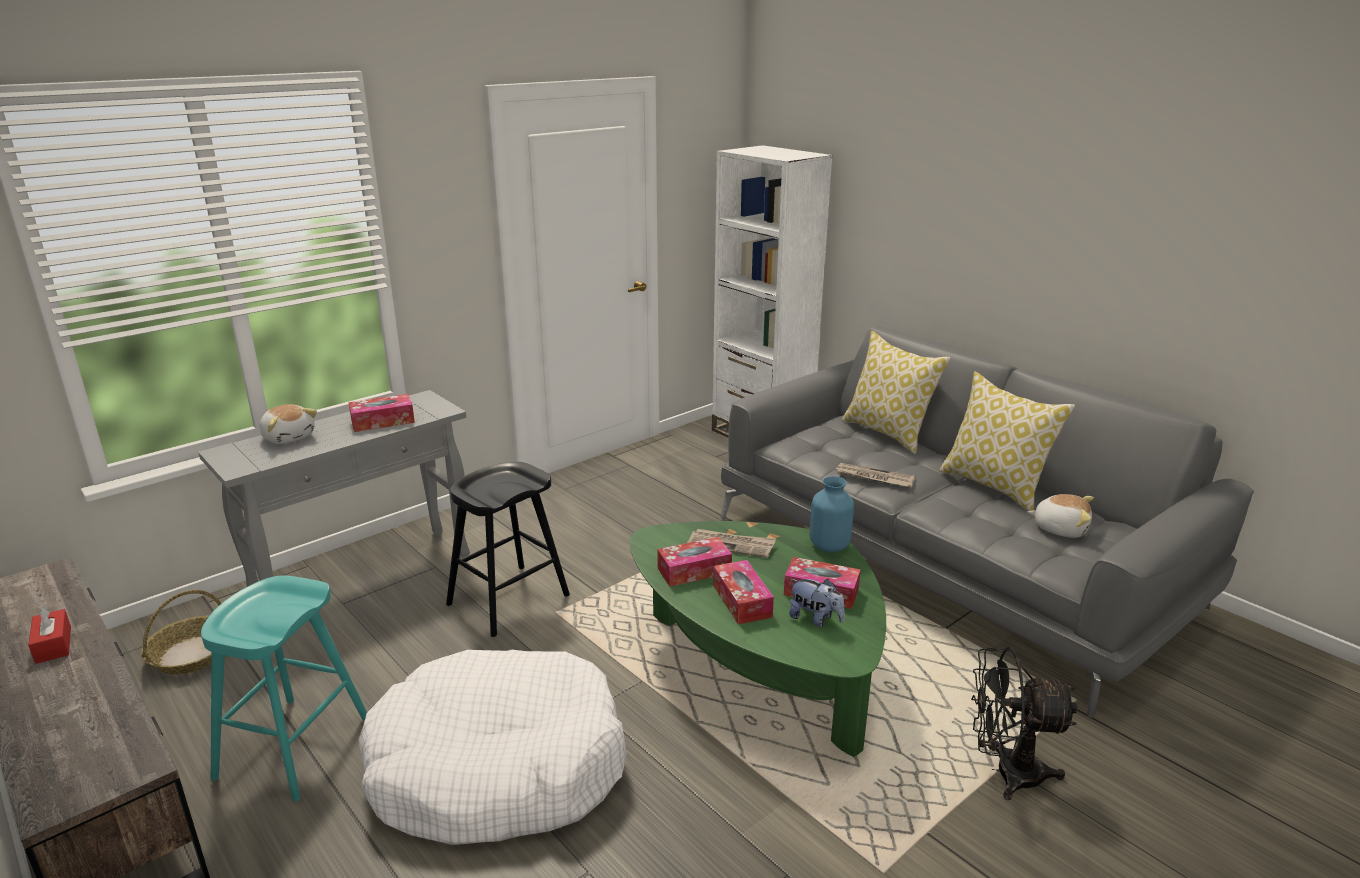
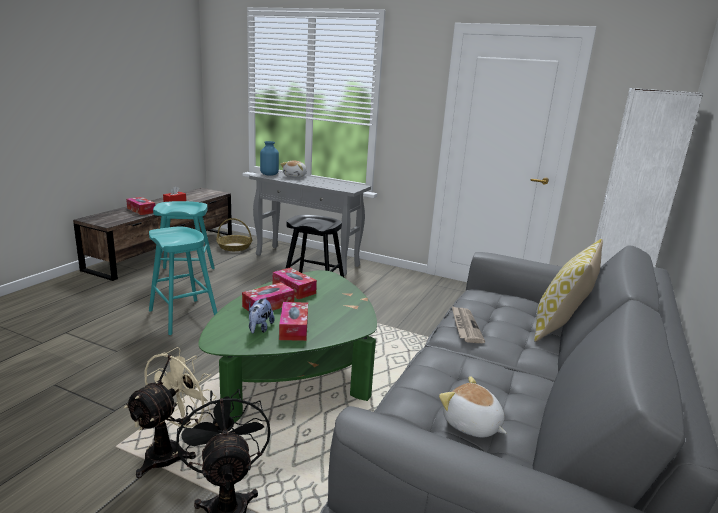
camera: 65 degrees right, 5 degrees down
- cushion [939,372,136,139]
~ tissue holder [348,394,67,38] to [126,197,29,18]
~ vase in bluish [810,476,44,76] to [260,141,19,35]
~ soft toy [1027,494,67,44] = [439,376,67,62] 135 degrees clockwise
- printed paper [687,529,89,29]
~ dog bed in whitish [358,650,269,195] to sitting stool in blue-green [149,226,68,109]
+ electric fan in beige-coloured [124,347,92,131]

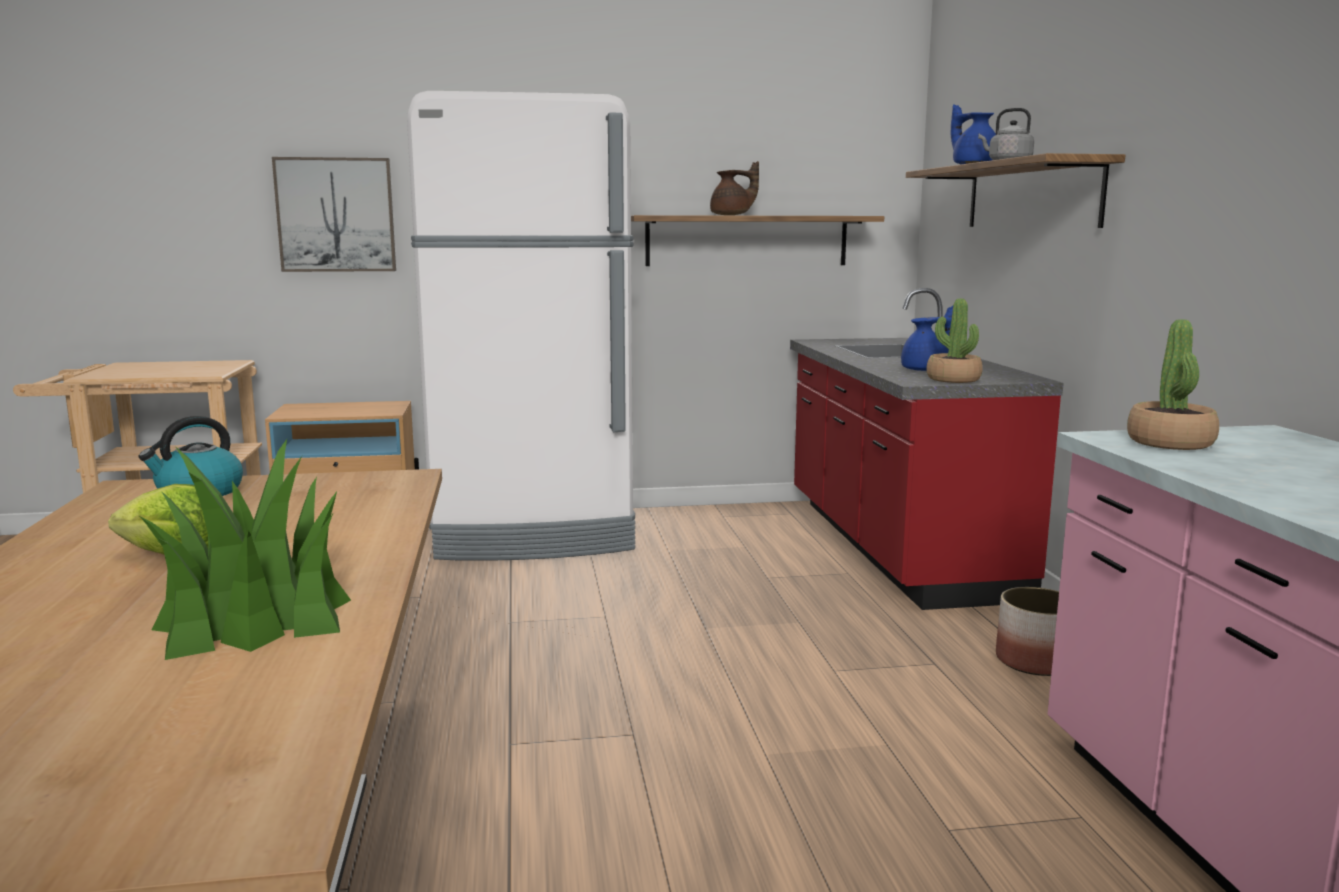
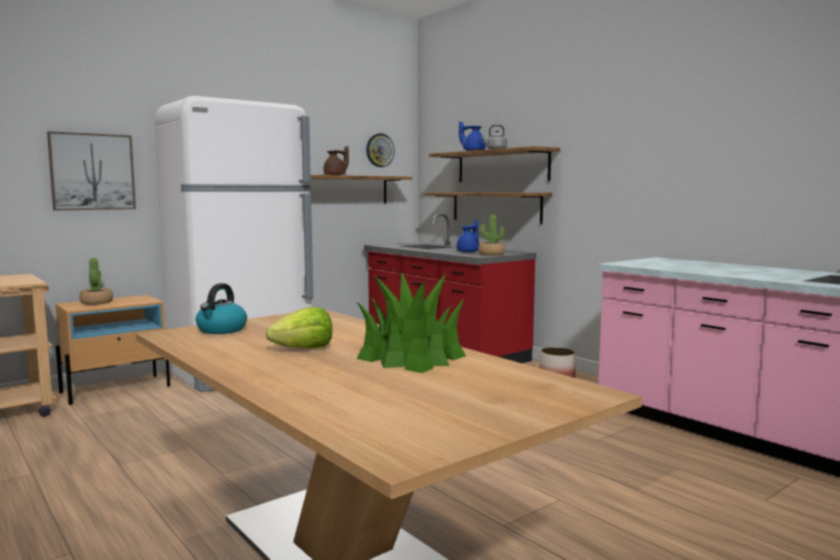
camera: 30 degrees left, 5 degrees down
~ potted plant [1127,319,92,131] to [79,258,34,47]
+ clock on the wall [366,133,29,34]
+ bracket shelf [424,193,128,31]

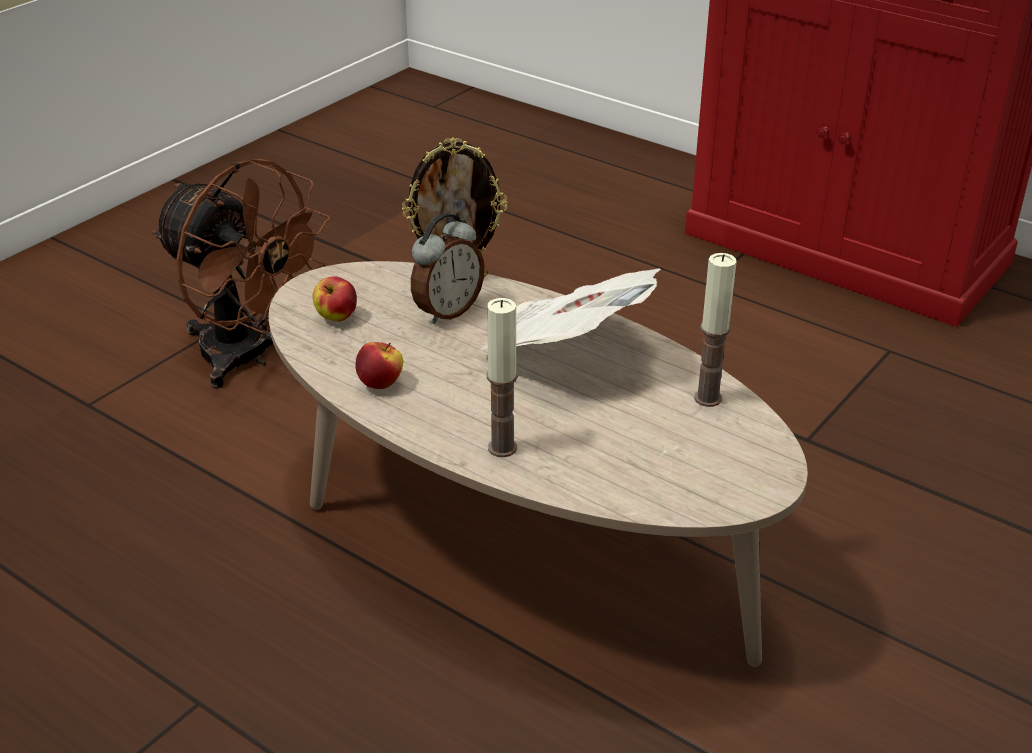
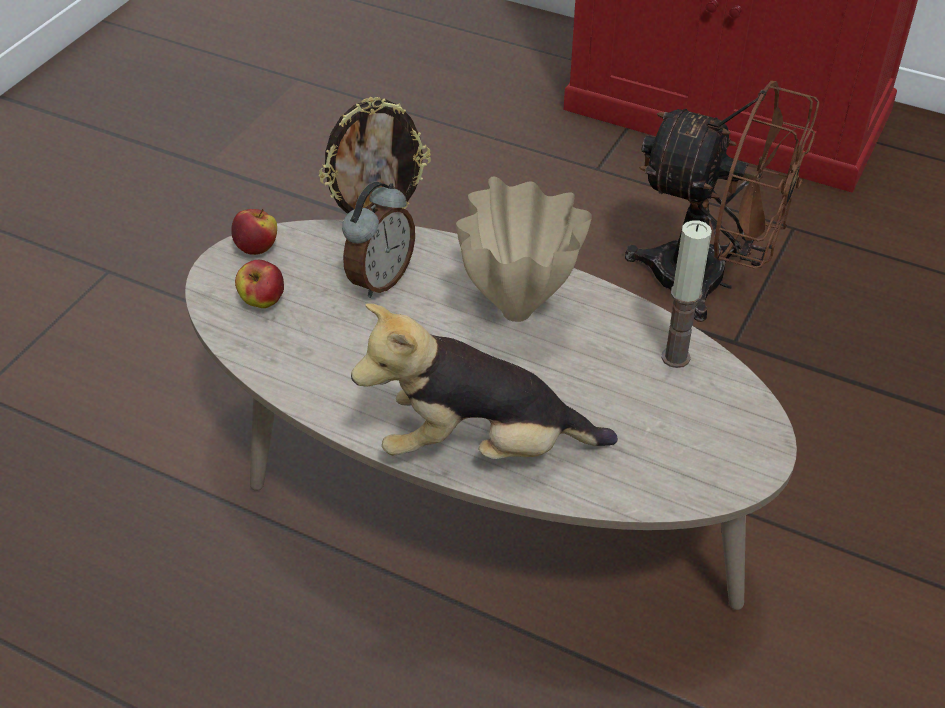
camera: 10 degrees left, 10 degrees up
~ electric fan in brownish [152,159,178,230] to [625,81,195,241]
~ printed paper [480,269,181,81] to vase in beige-coloured [456,177,136,145]
~ wax light [487,298,31,159] to soft toy [351,303,267,156]
~ whole apple [356,342,47,47] to [231,209,46,46]

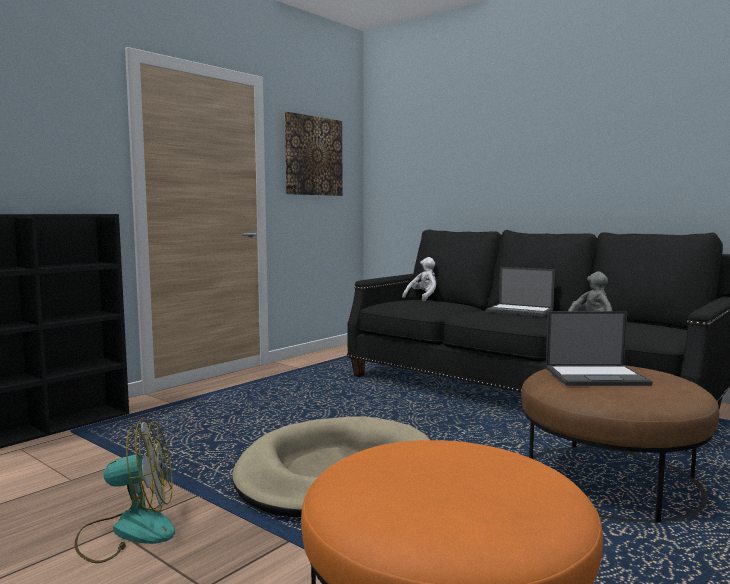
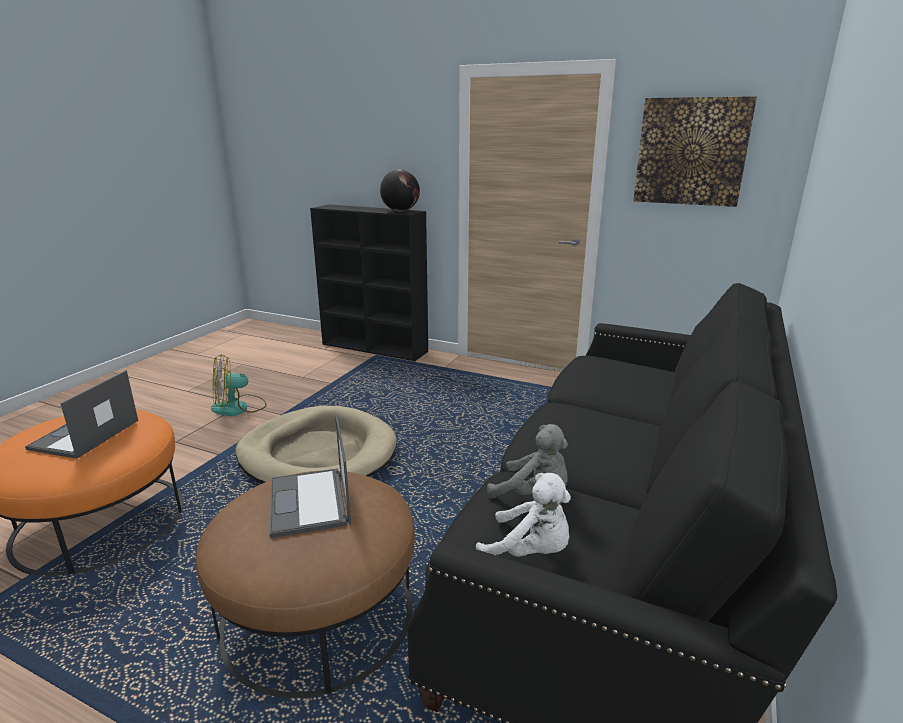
camera: 75 degrees right, 15 degrees up
~ soft toy in whitish [402,257,34,44] to [476,473,95,84]
~ notebook computer [486,267,69,50] to [25,370,113,89]
~ electric fan [75,419,100,144] = [211,354,56,62] 90 degrees clockwise
+ desk globe [380,170,40,41]

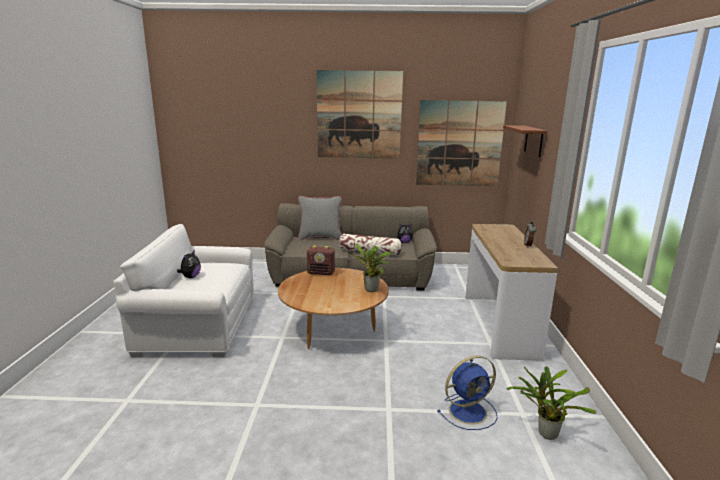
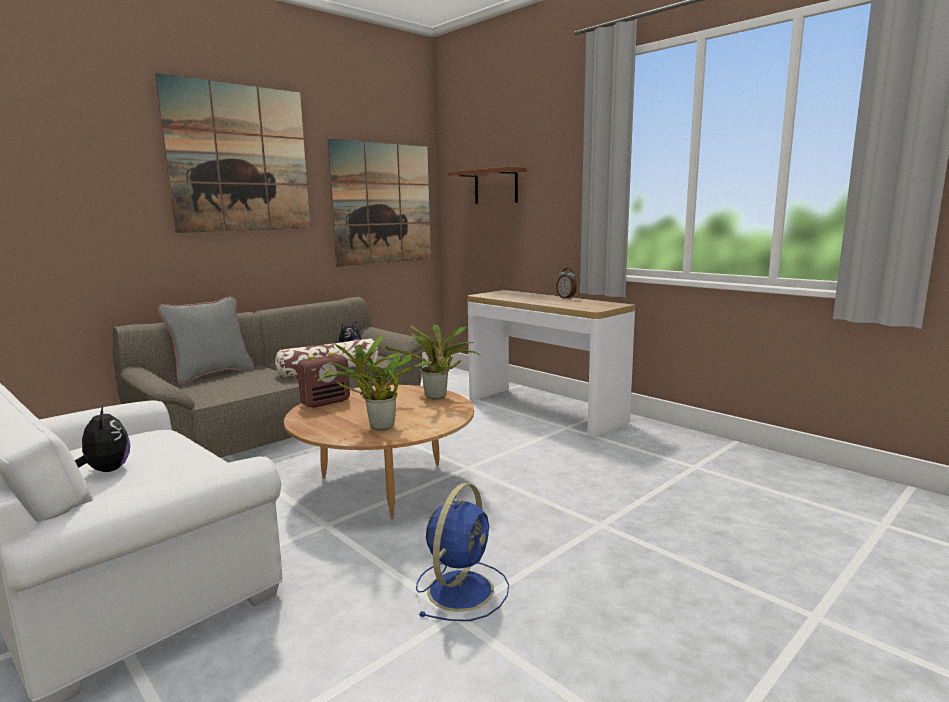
camera: 45 degrees left, 5 degrees down
~ electric fan in bluish [437,355,61,75] to [416,483,93,138]
~ potted plant [506,366,91,74] to [317,336,115,95]

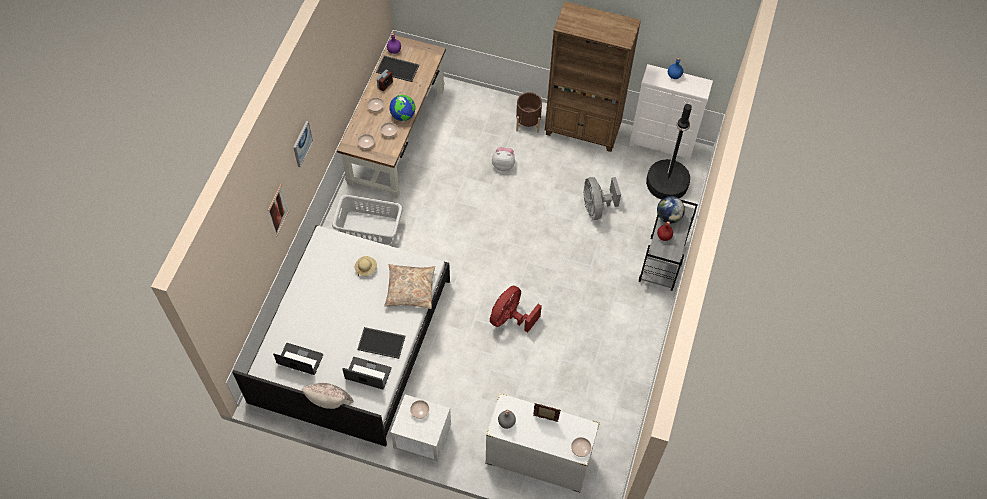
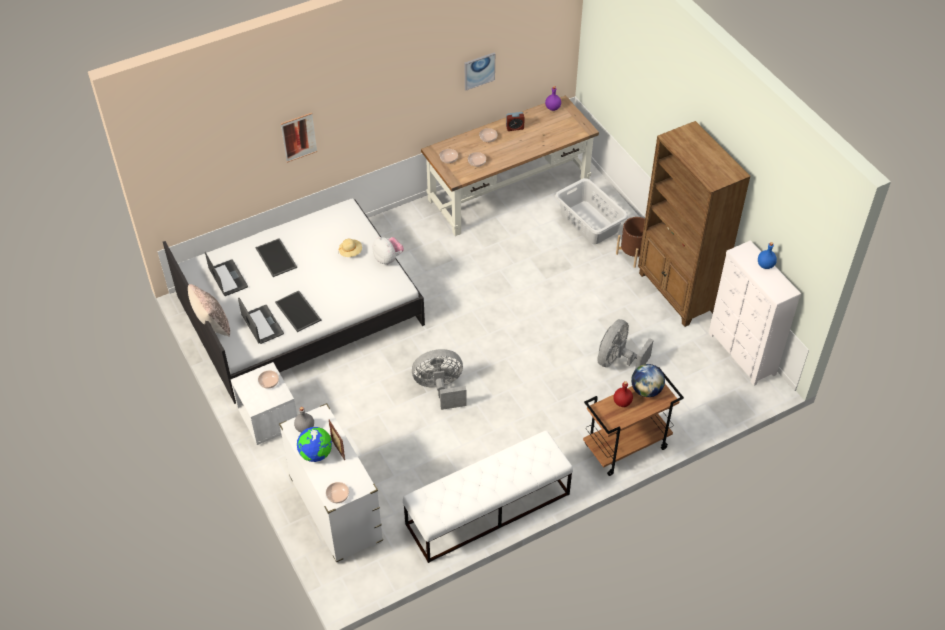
camera: 45 degrees right, 10 degrees down
~ carrying tray [376,56,43,26] to [255,238,42,39]
~ desk globe [390,95,25,26] to [297,427,35,35]
- standing lamp in black [646,101,46,99]
~ wall art [293,121,20,46] to [465,53,30,37]
~ soft toy [492,147,23,24] to [373,236,31,29]
~ washing basket in grey [332,195,71,50] to [555,178,73,66]
~ cart in grey [639,195,59,96] to cart in brownish [583,367,101,109]
- cushion in beige-coloured [384,264,51,45]
~ electric fan in red [490,286,52,47] to electric fan in grey [412,349,54,61]
+ indoor bench in whitish [403,430,170,133]

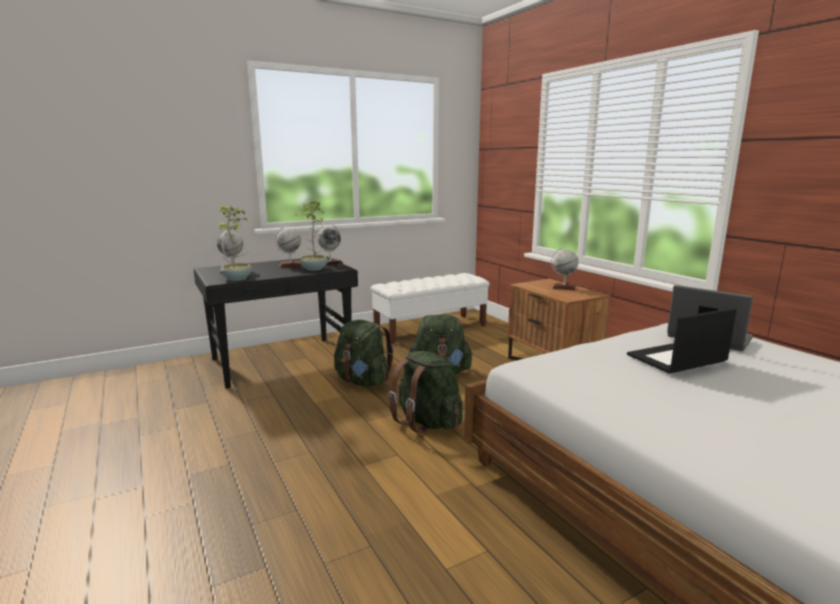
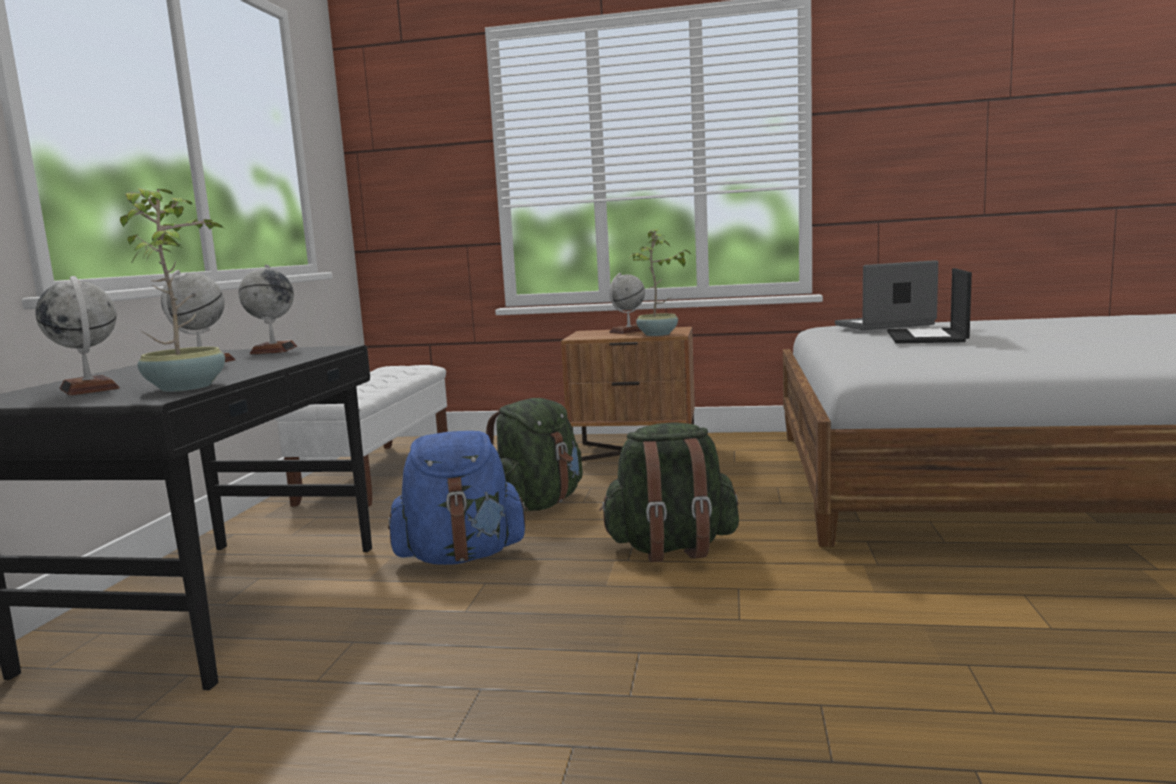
camera: 50 degrees left, 5 degrees down
~ potted plant [292,201,36,70] to [630,229,61,107]
~ backpack in green [334,320,60,66] to backpack in bluish [388,431,140,134]

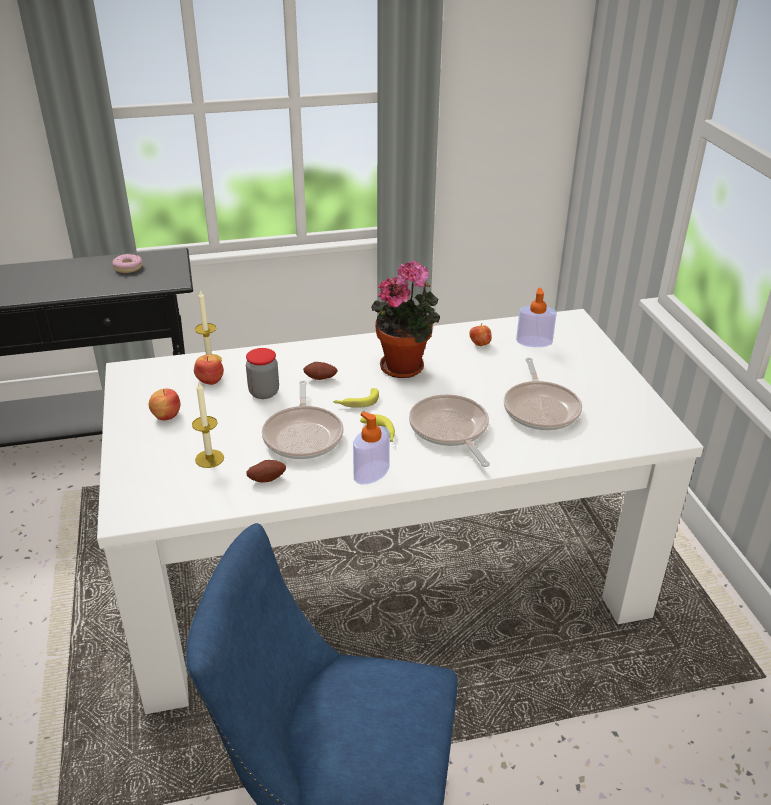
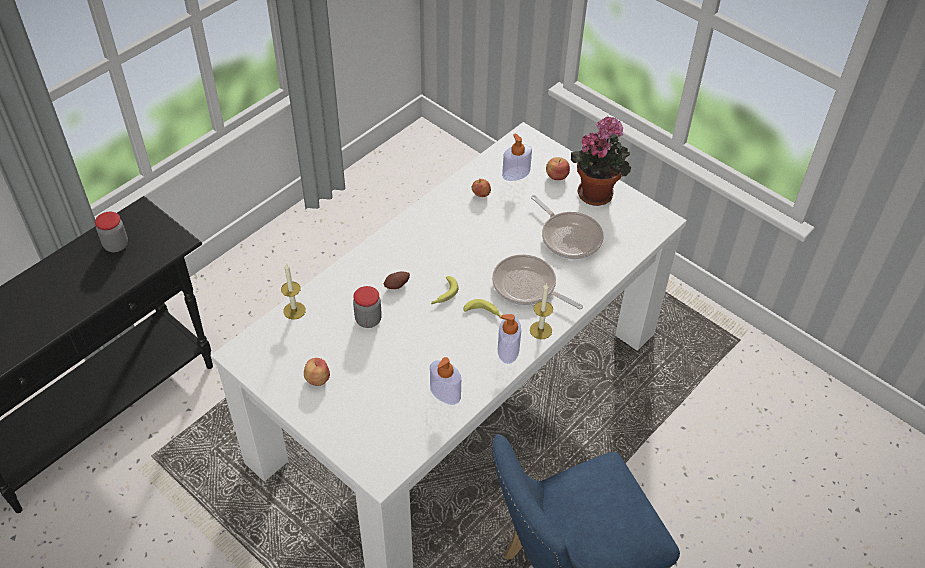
camera: 35 degrees left, 15 degrees up
~ donut [112,254,30,19] to jar [95,212,33,40]
~ potted plant [371,260,69,118] to [571,116,60,90]
~ whole apple [194,355,30,30] to [546,157,24,23]
- frying pan [262,380,82,79]
~ wax light [192,382,32,86] to [530,283,23,56]
~ spud [246,460,40,22] to liquid soap bottle [430,357,31,48]

